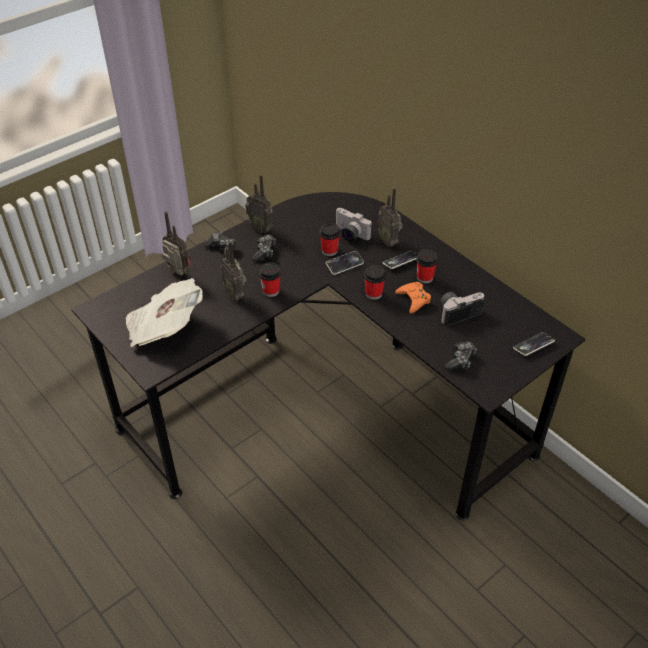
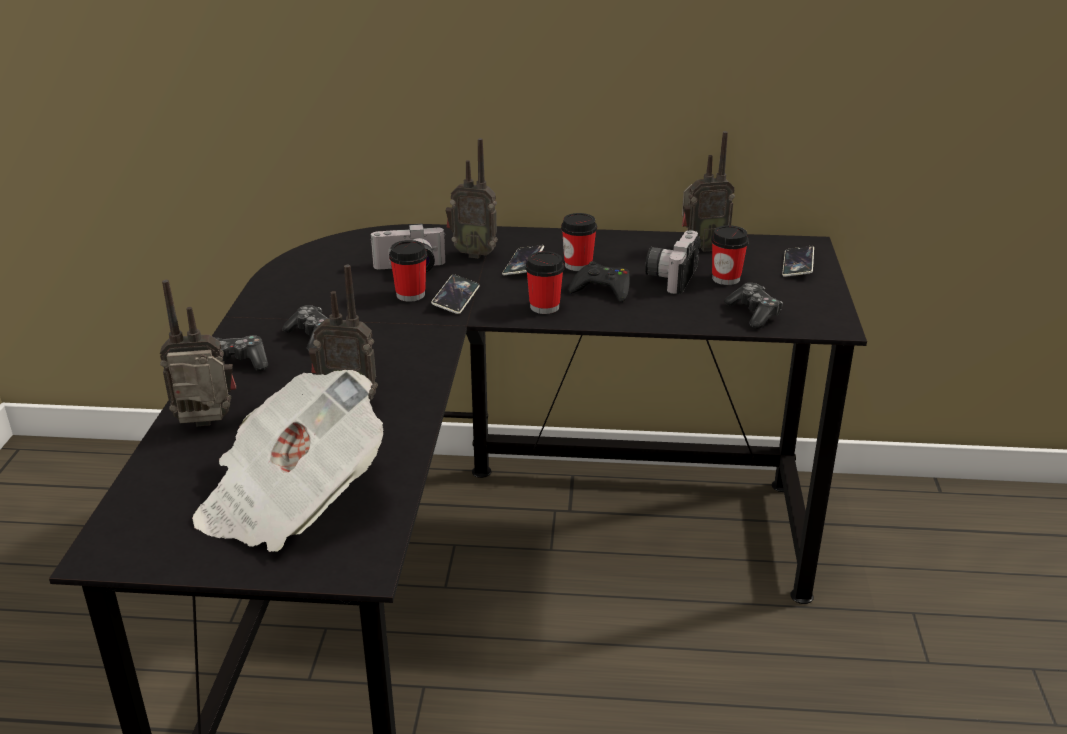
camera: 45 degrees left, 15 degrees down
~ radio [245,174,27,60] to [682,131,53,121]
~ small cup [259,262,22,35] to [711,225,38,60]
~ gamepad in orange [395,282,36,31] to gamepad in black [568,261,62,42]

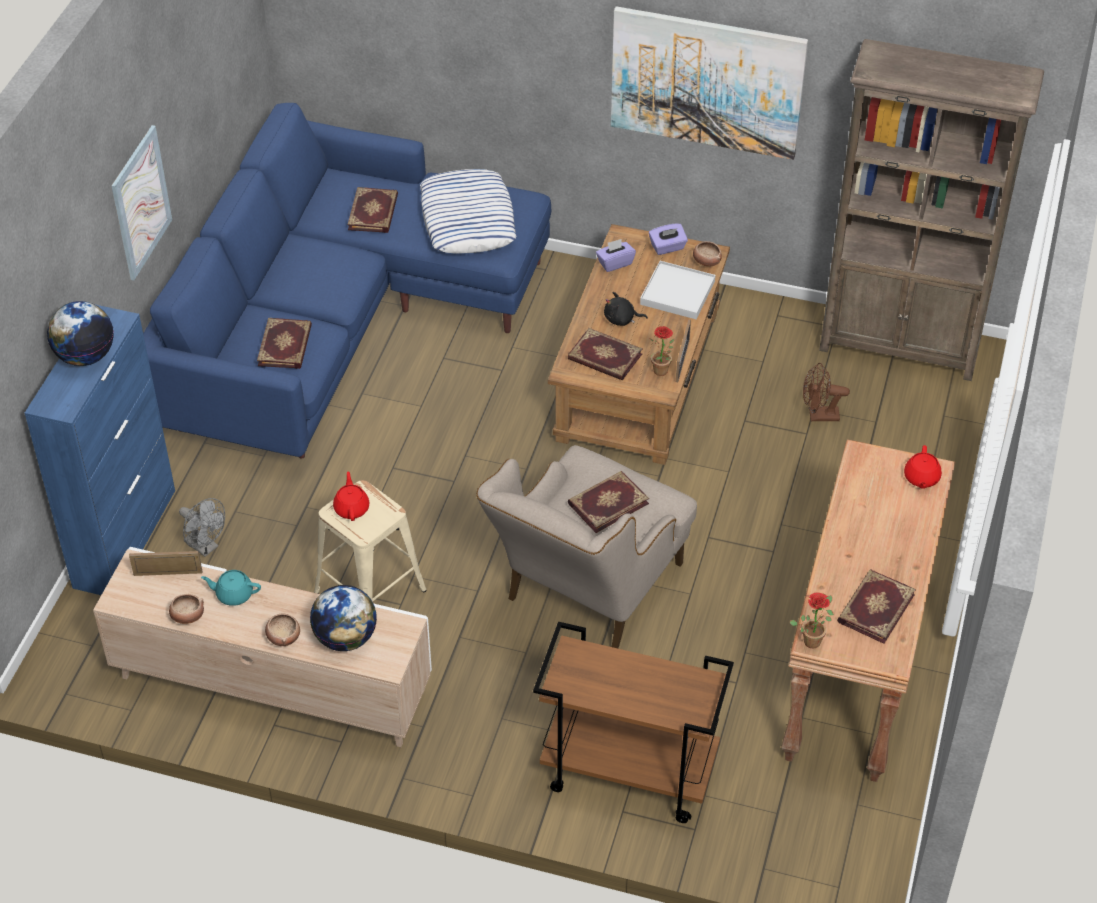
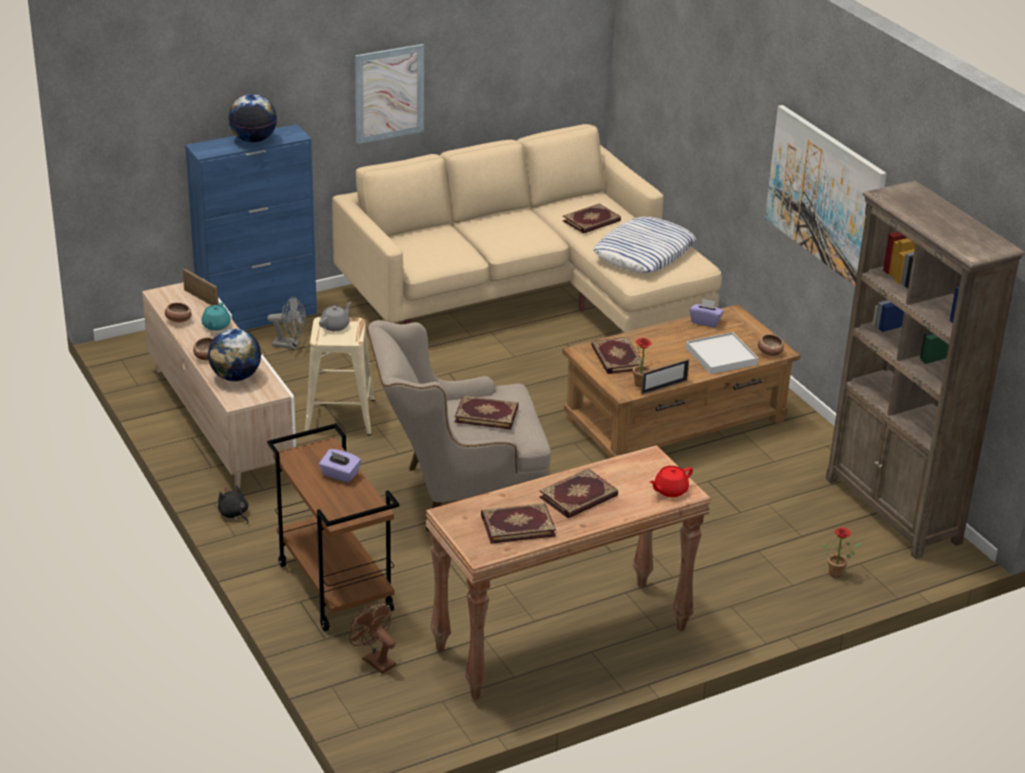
camera: 45 degrees right, 15 degrees down
~ sofa in bluish [143,103,408,355] to sofa in beige-coloured [332,124,390,208]
~ tissue holder in purplish [649,224,39,31] to [319,449,42,34]
~ soft toy in black [604,292,44,34] to [218,486,31,38]
~ bound book [257,318,55,51] to [539,468,79,50]
~ electric fan in brownish [803,363,47,58] to [349,603,47,71]
~ tea pot in red [333,471,36,50] to tea pot in grey [319,301,33,30]
~ electric fan in grey [179,498,46,59] = [267,296,39,53] 75 degrees counterclockwise
~ tea pot in blue-green [201,570,60,36] = [201,302,30,29] 135 degrees counterclockwise
~ potted plant [790,593,44,55] to [822,527,40,51]

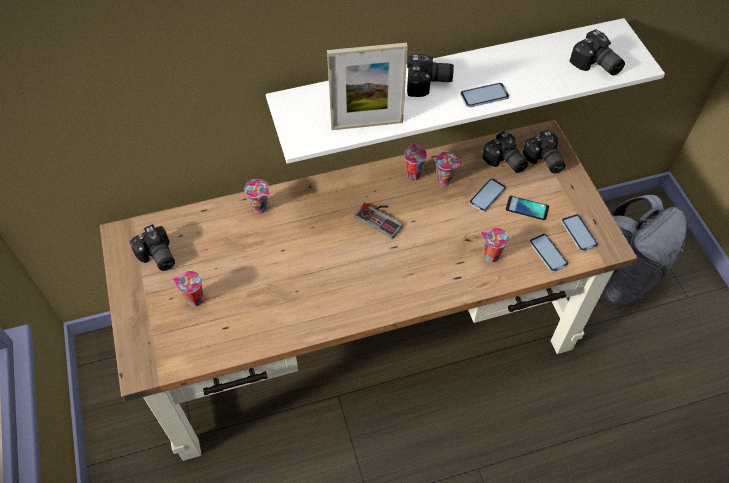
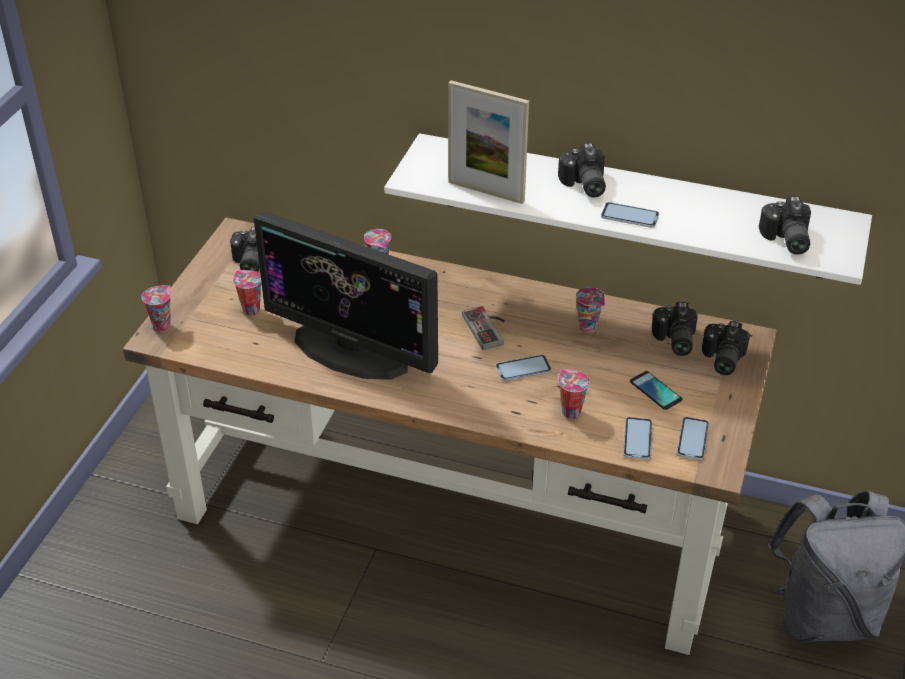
camera: 35 degrees right, 15 degrees down
~ still camera [407,54,47,43] = [558,143,48,54] 45 degrees clockwise
~ small cup [404,143,23,37] to [142,285,29,47]
~ handset [469,178,37,34] to [496,355,55,26]
+ computer screen [254,211,184,169]

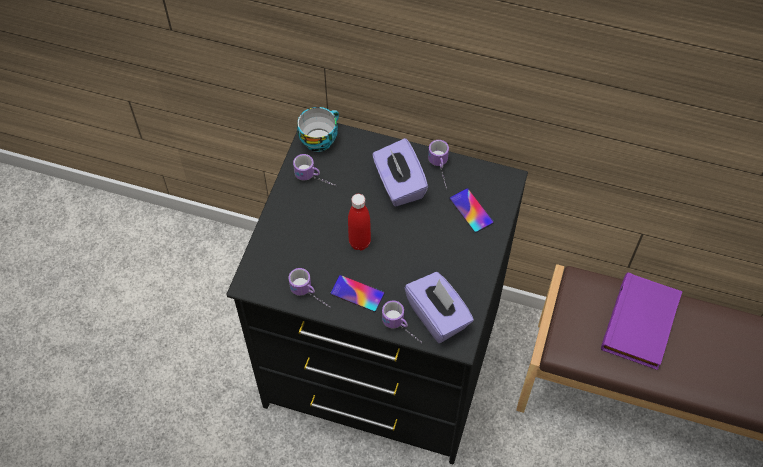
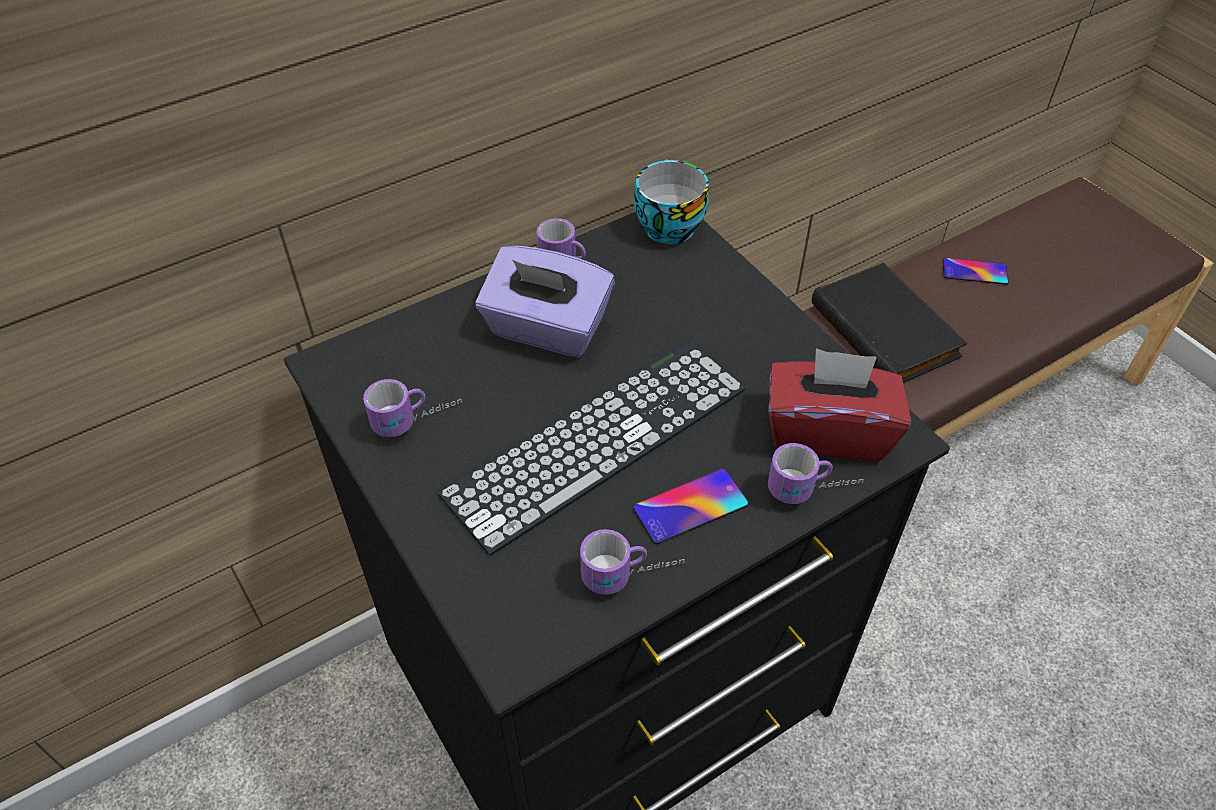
camera: 50 degrees left, 10 degrees down
~ small cup [297,107,42,45] to [634,160,75,84]
~ handset [450,188,44,45] to [943,258,66,27]
~ bottle in red [348,194,23,56] to computer keyboard [438,342,307,214]
~ tissue holder in purplish [405,272,69,71] to tissue holder in red [769,348,142,113]
~ bound book in purplish [601,272,82,98] to bound book in black [812,263,155,120]

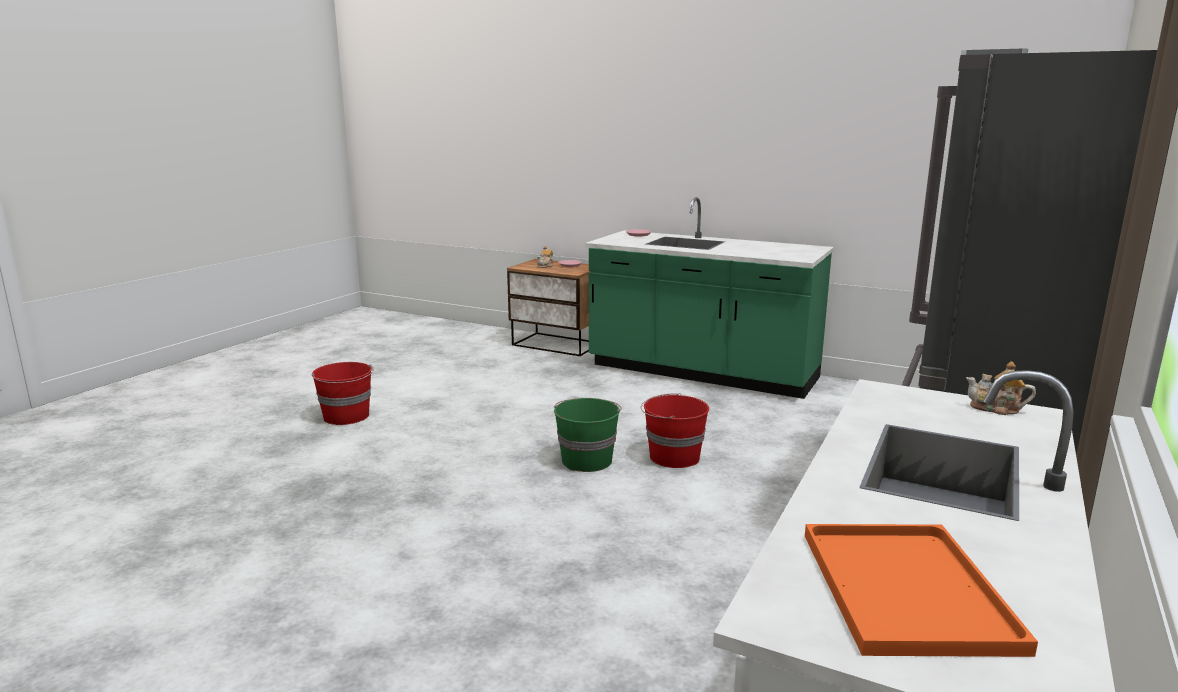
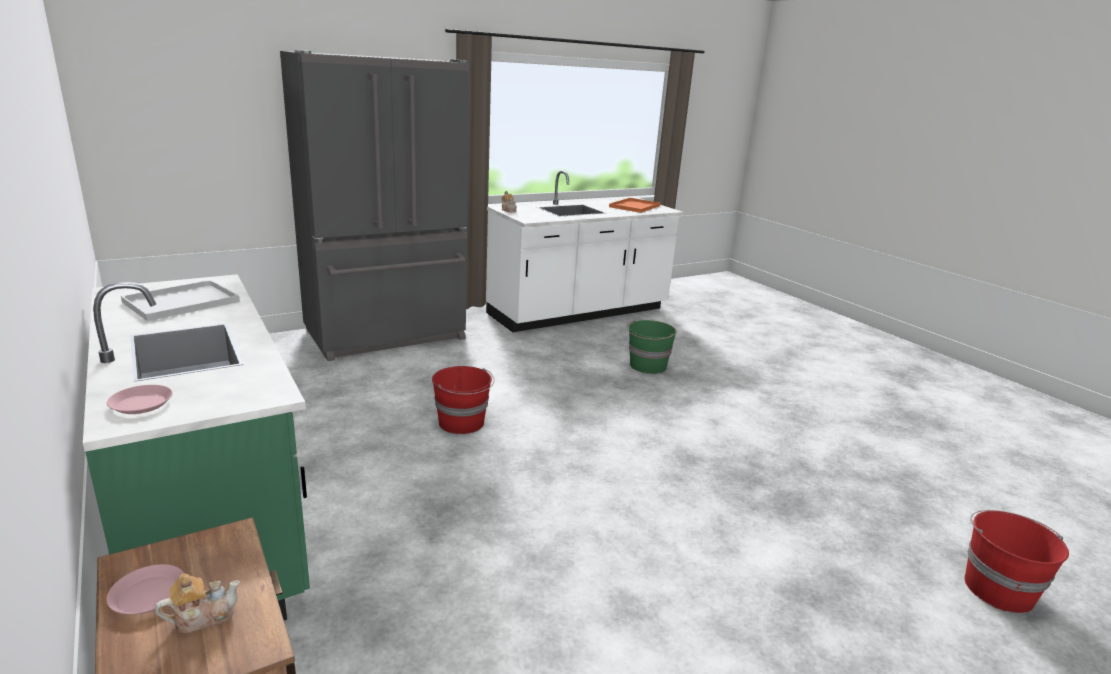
camera: 150 degrees left, 5 degrees up
~ pail in red [312,362,61,63] to [964,510,105,103]
~ pail in green [554,398,67,74] to [627,320,50,54]
+ carrying tray in whitish [121,280,119,41]

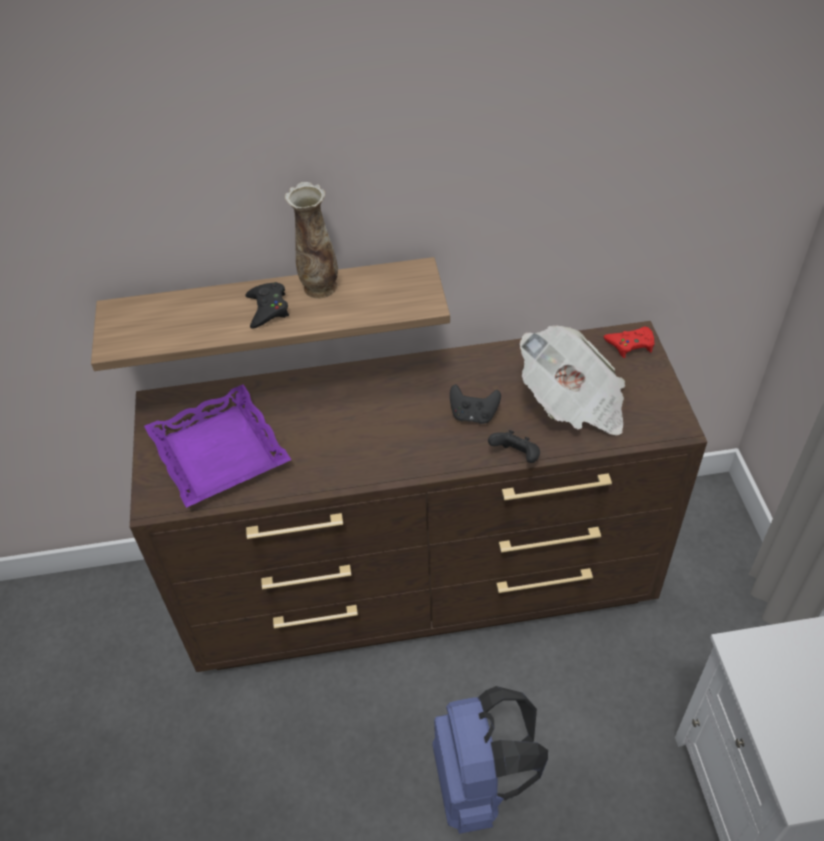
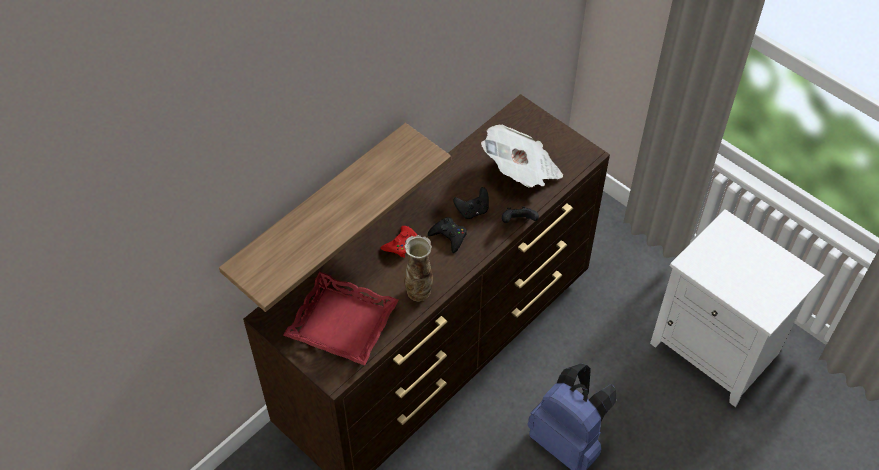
camera: 40 degrees left, 5 degrees up
~ vase [285,182,53,116] to [404,235,29,66]
~ gamepad in black [245,282,44,47] to [428,217,39,36]
~ gamepad in red [603,327,52,31] to [381,226,36,32]
~ carrying tray in purplish [144,384,147,124] to carrying tray in red [283,272,116,94]

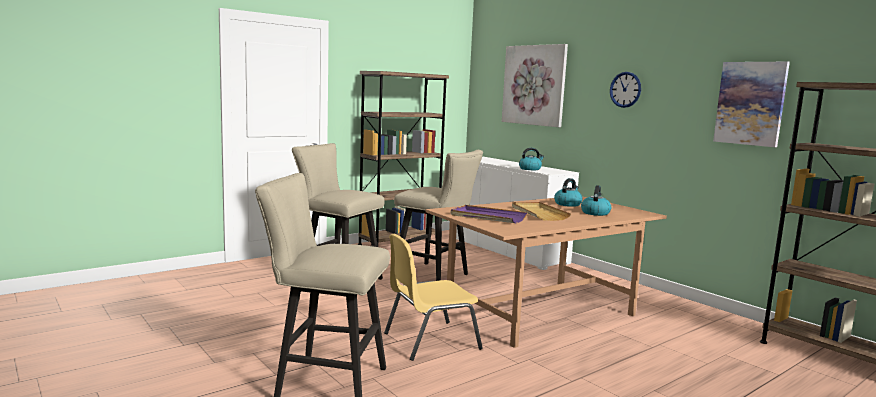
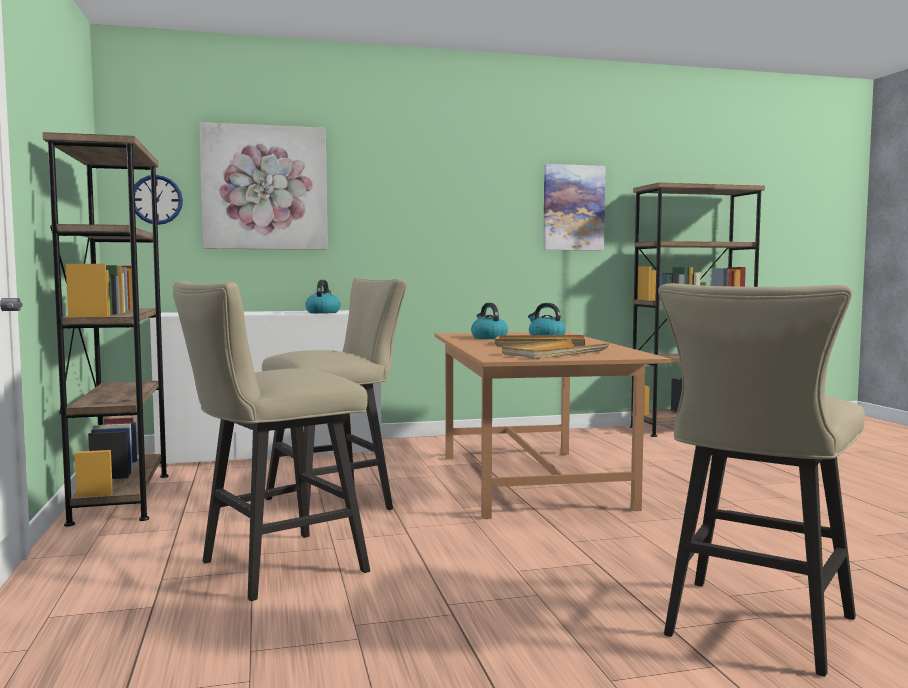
camera: 65 degrees left, 5 degrees down
~ clock on the wall [610,72,31,36] to [134,175,49,50]
~ carrying tray in purplish [451,205,76,18] to carrying tray in beige-coloured [502,340,107,19]
- upright chair in yellow-coloured [384,234,99,127]

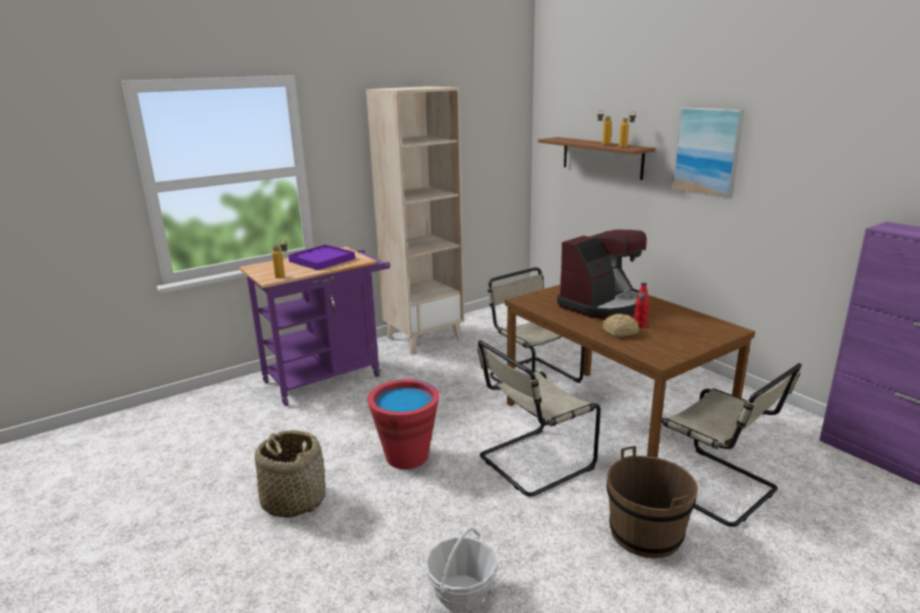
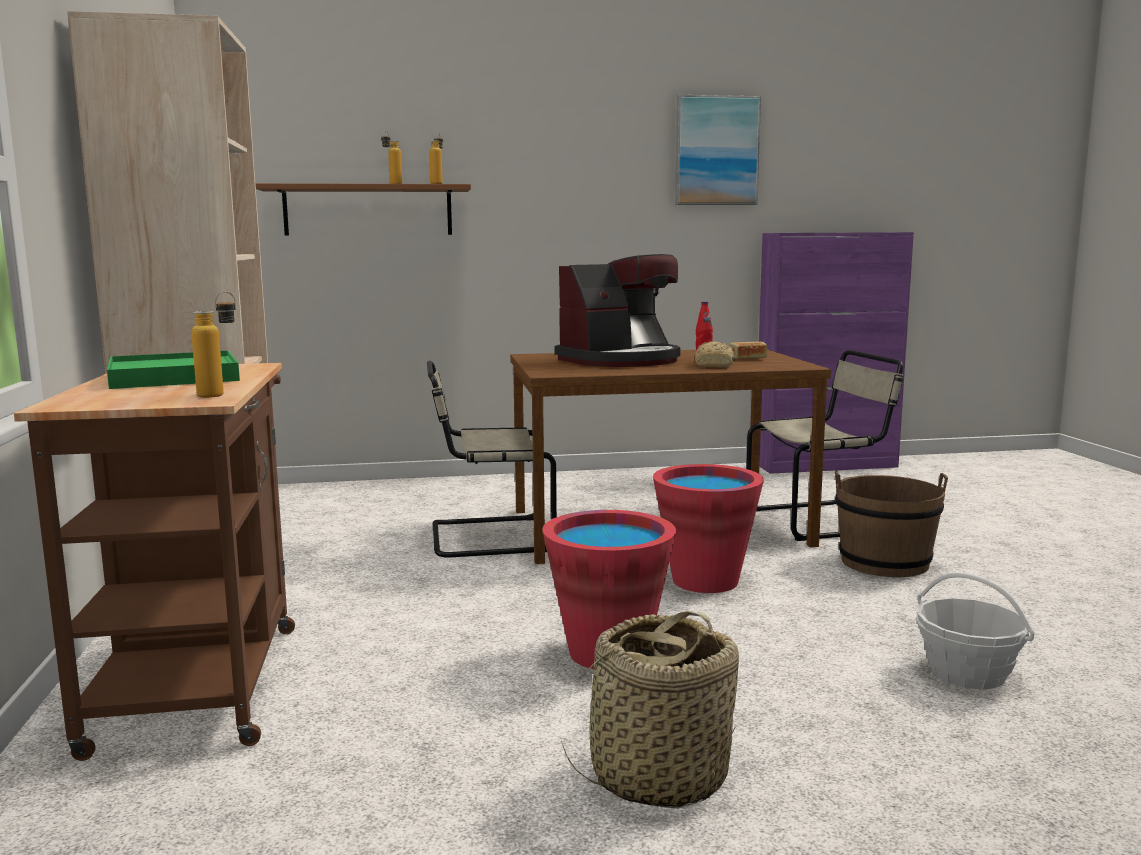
camera: 65 degrees left, 10 degrees down
~ wall art [672,107,73,92] to [675,95,86,110]
~ coffee machine [557,230,90,89] = [555,254,126,113] 75 degrees clockwise
~ carrying tray in purplish [288,245,67,25] to carrying tray in green [107,351,133,38]
~ cart in purplish [239,247,151,159] to cart in brownish [14,363,281,398]
~ upright chair in beige-coloured [477,340,124,157] to pail in red [653,464,111,129]
+ baked bread [729,342,39,17]

